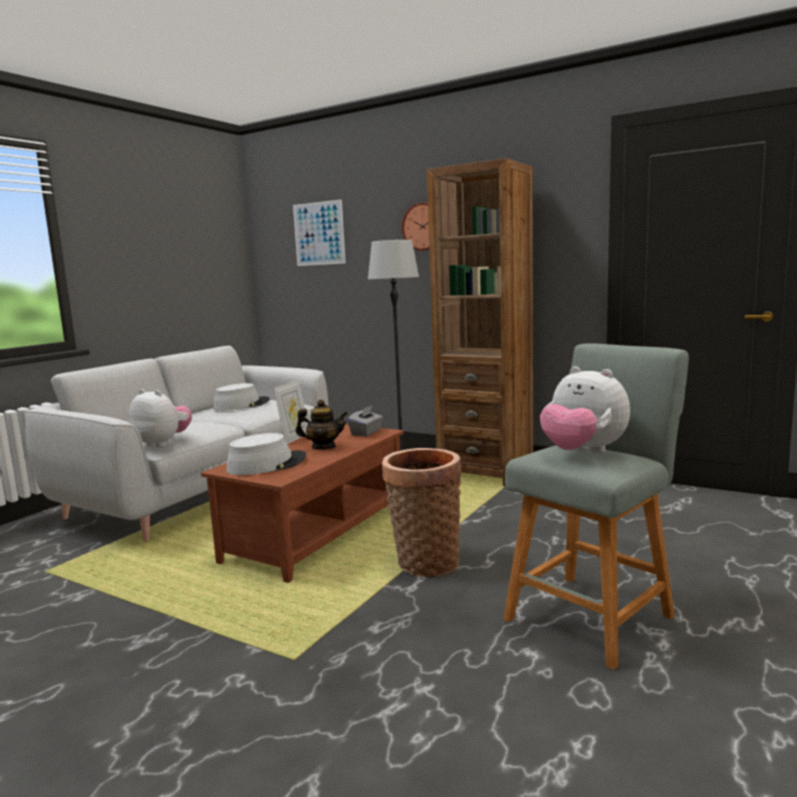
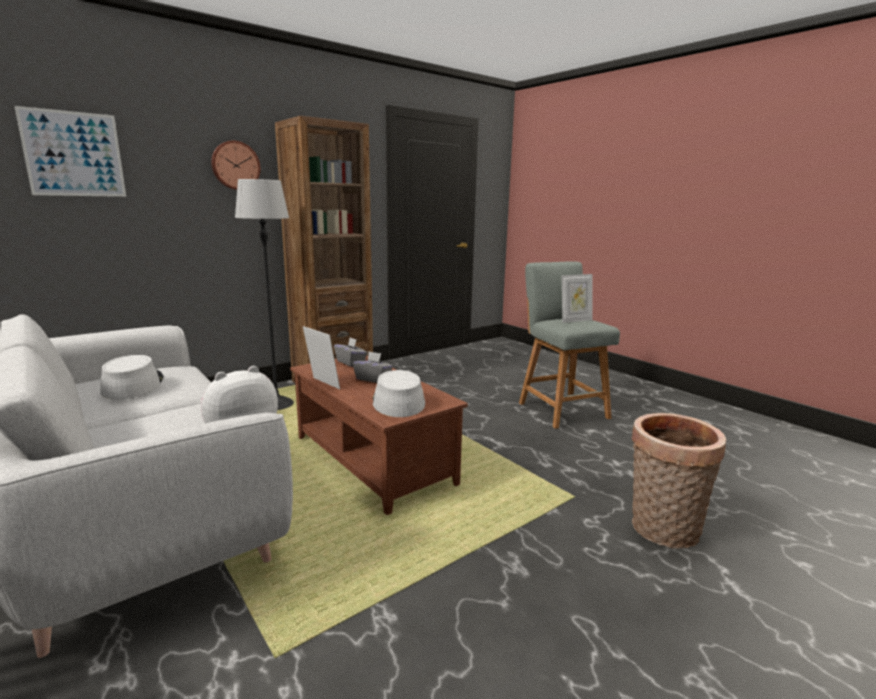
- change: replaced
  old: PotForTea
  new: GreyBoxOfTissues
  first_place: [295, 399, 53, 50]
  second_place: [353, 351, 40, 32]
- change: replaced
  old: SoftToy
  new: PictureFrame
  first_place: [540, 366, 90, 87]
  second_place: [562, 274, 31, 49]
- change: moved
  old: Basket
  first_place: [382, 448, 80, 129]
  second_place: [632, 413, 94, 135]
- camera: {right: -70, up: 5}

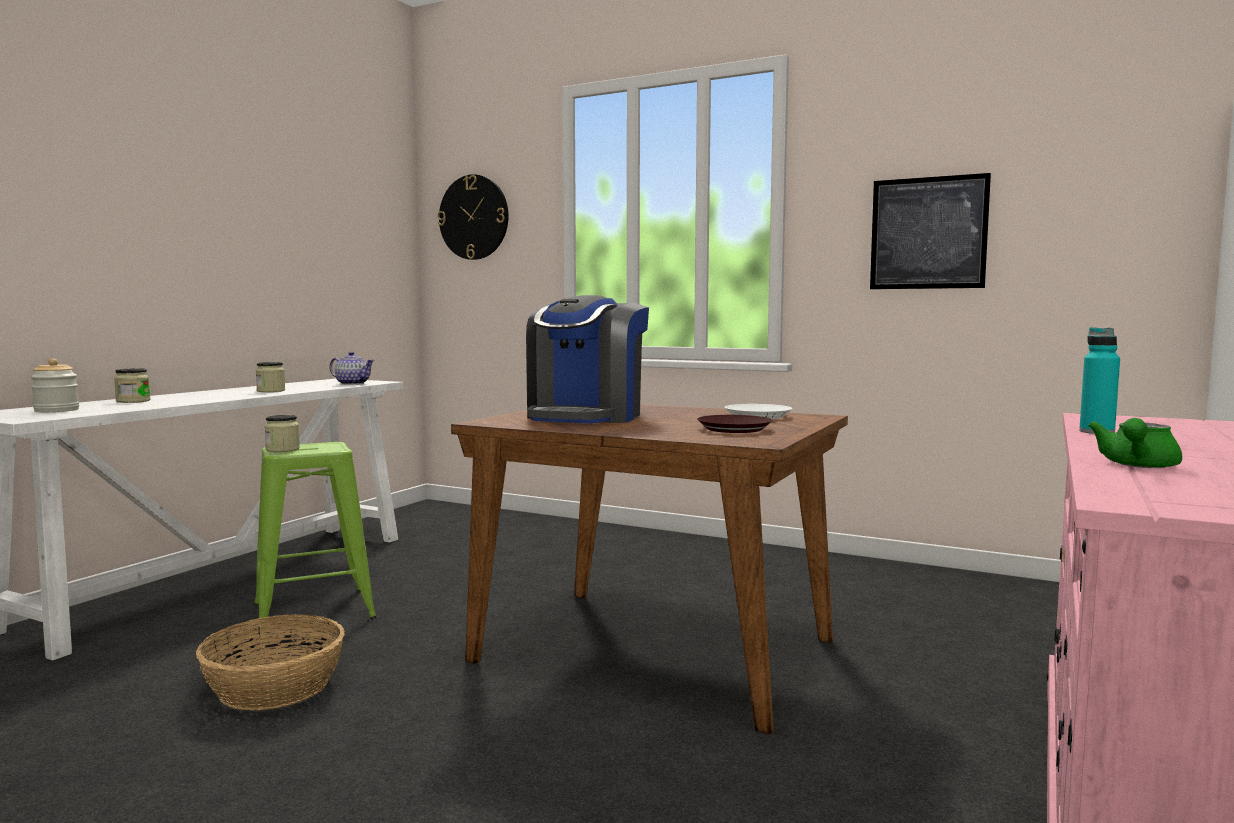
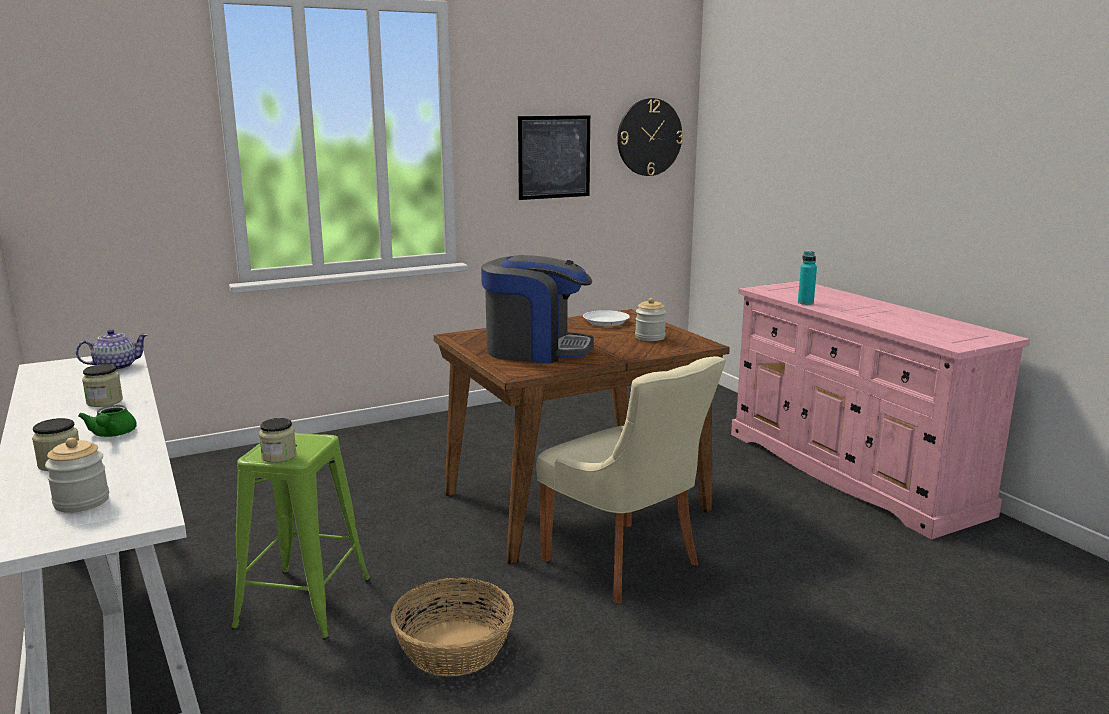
- change: moved
  old: GreenPotForTea
  first_place: [1088, 418, 94, 50]
  second_place: [78, 405, 59, 32]
- change: turned
  old: CoffeeMachine
  first_place: [526, 295, 123, 128]
  second_place: [481, 255, 113, 108]
  degrees: -45
- change: added
  new: SandColouredChair
  second_place: [536, 356, 190, 248]
- change: moved
  old: WallClock
  first_place: [437, 174, 71, 86]
  second_place: [617, 98, 66, 78]
- change: replaced
  old: BrownColouredDinnerPlate
  new: PreserveJar
  first_place: [697, 415, 76, 18]
  second_place: [635, 298, 31, 43]
- camera: {right: -55, up: 10}

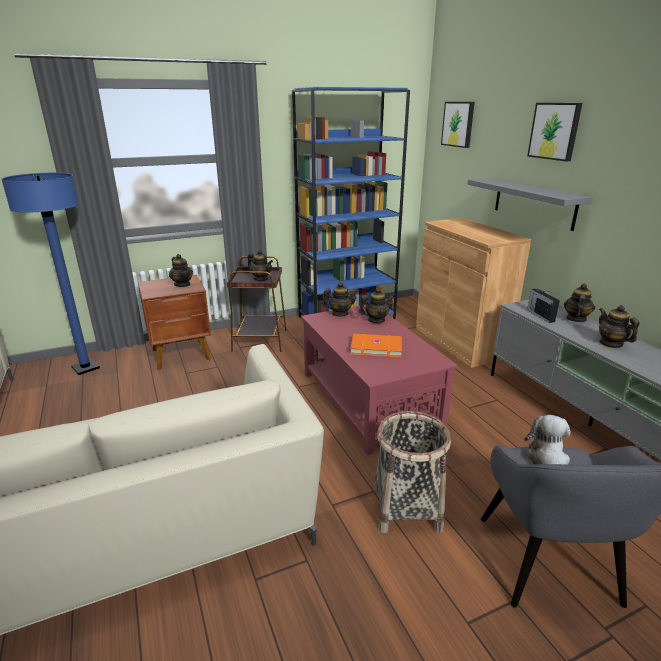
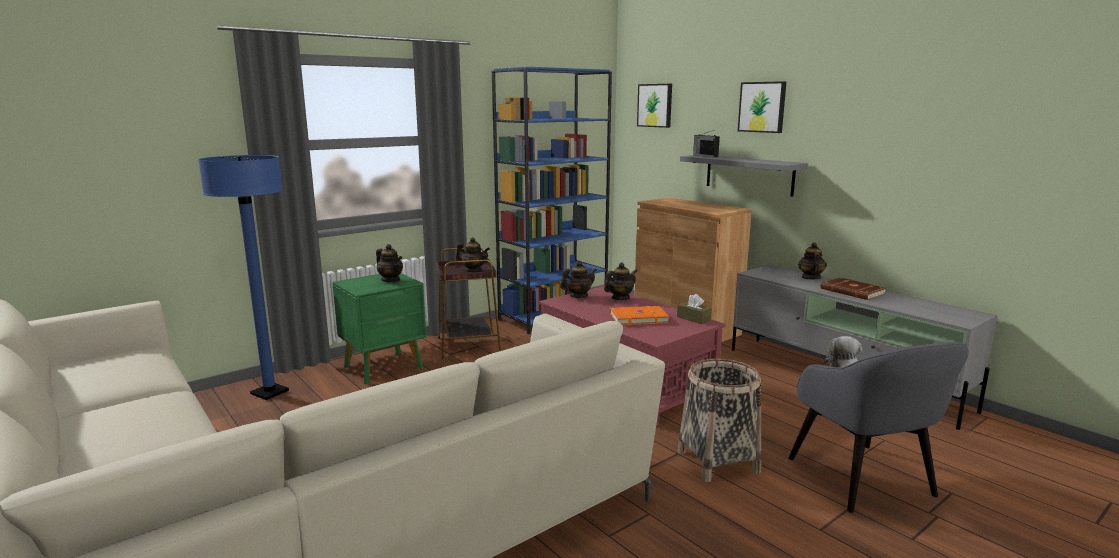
- change: recoloured
  old: BrownColouredNightstand
  new: GreenNightstand
  first_place: [138, 275, 73, 95]
  second_place: [333, 273, 93, 111]
- change: added
  new: BrownColouredBoxOfTissues
  second_place: [677, 294, 35, 30]
- change: moved
  old: RadioSet
  first_place: [527, 289, 33, 34]
  second_place: [693, 130, 27, 27]
- change: replaced
  old: PotForTea
  new: BrownColouredVolume
  first_place: [599, 305, 41, 43]
  second_place: [821, 278, 65, 22]
- camera: {right: -15, up: -10}

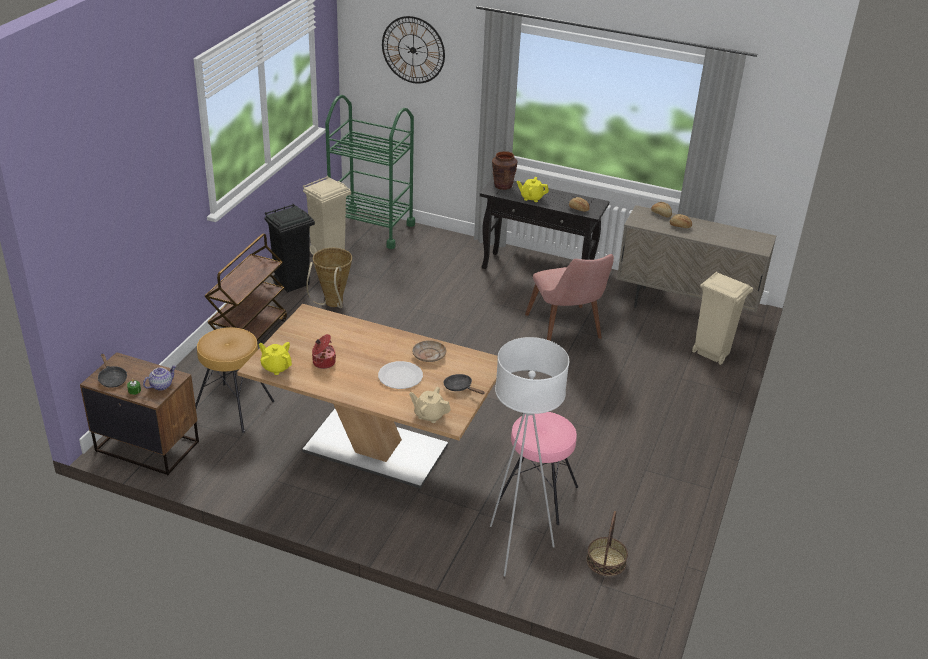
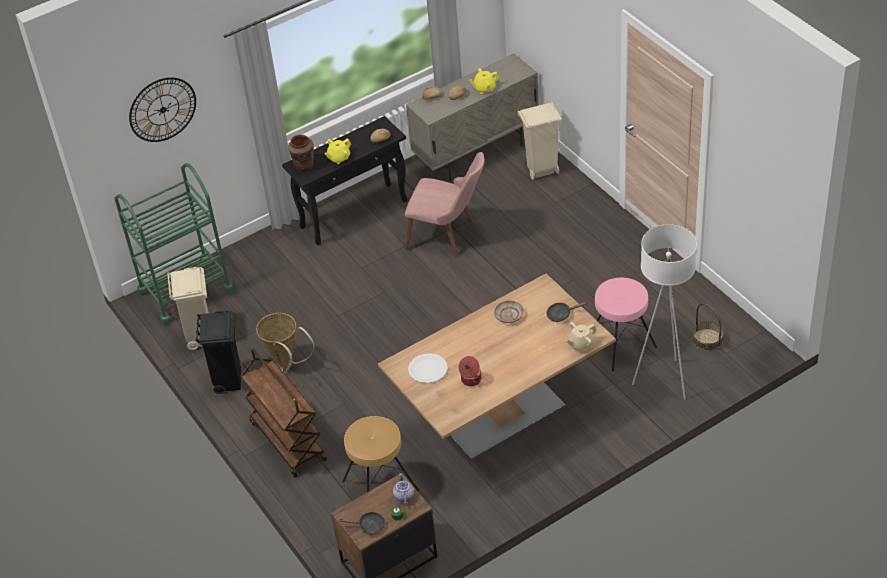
- change: moved
  old: WhiteDinnerPlate
  first_place: [378, 361, 45, 28]
  second_place: [408, 353, 39, 30]
- change: moved
  old: YellowPotForTea
  first_place: [259, 342, 33, 33]
  second_place: [469, 68, 30, 26]
- camera: {right: -50, up: 10}

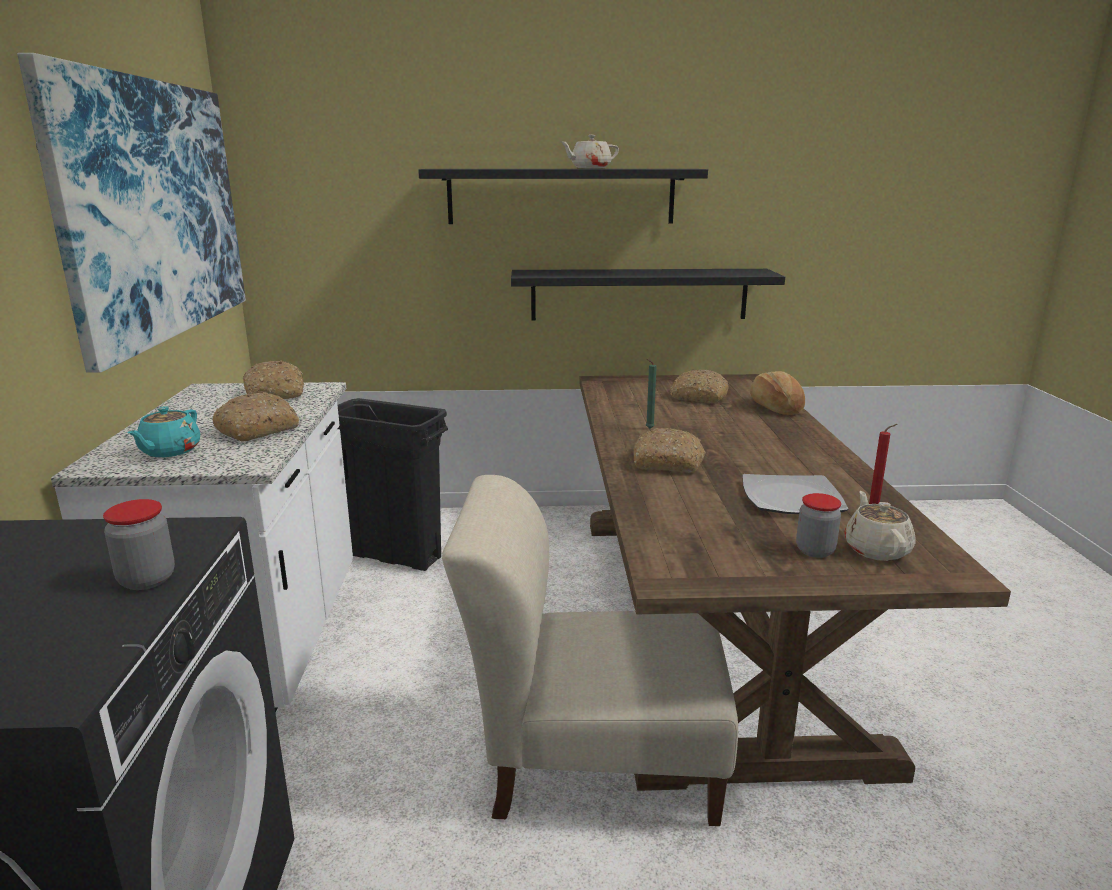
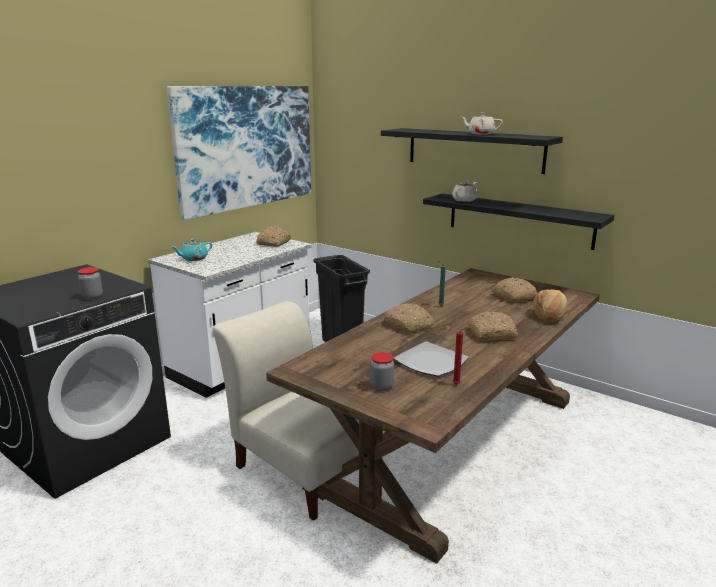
- change: moved
  old: SandColouredPotForTea
  first_place: [844, 491, 72, 70]
  second_place: [452, 181, 26, 21]
- change: moved
  old: BakedBread
  first_place: [213, 392, 86, 49]
  second_place: [469, 312, 49, 29]
- camera: {right: 40, up: 0}

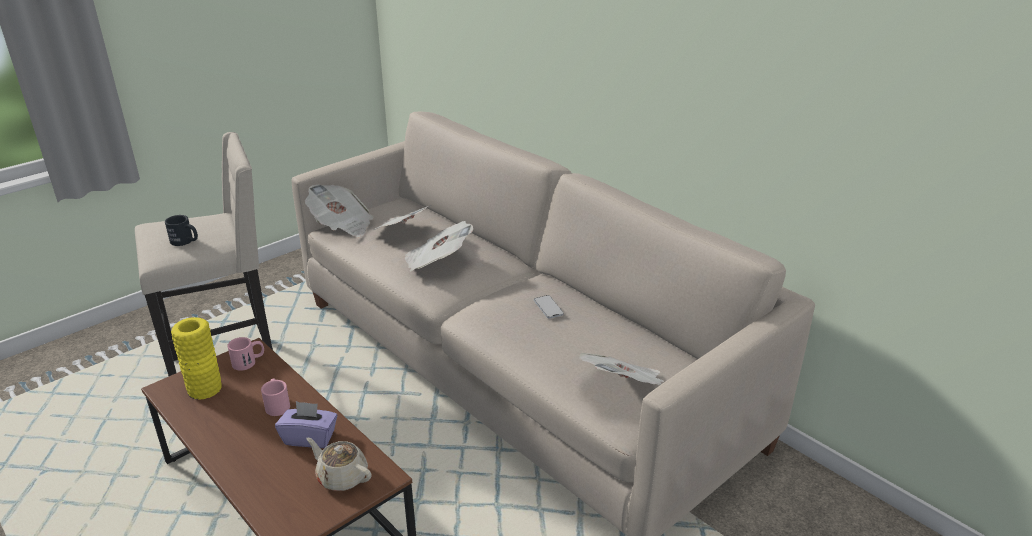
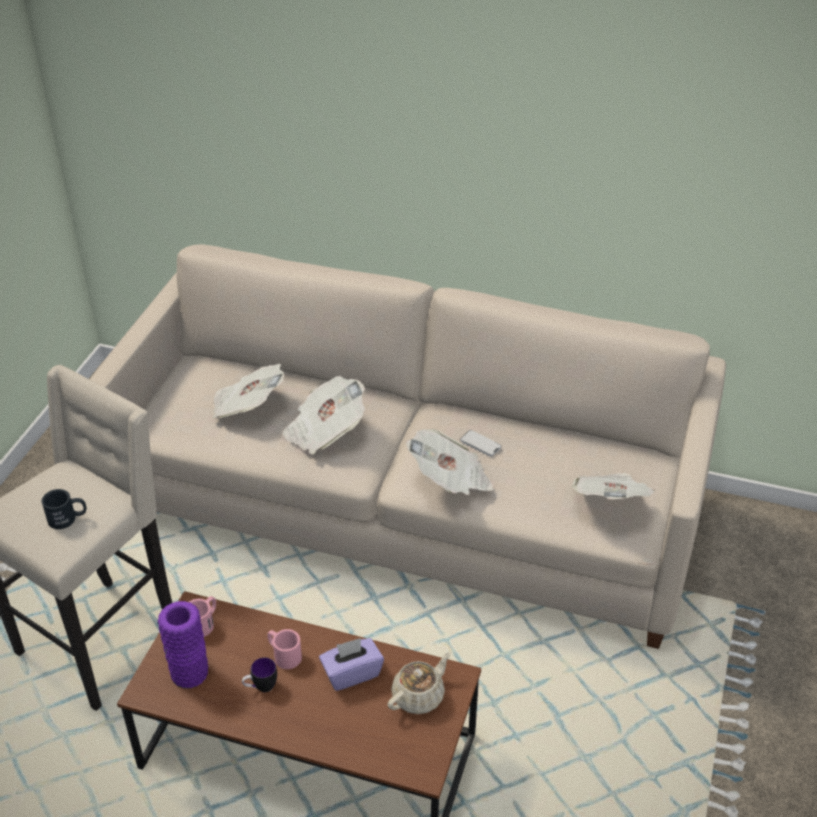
- change: recoloured
  old: YellowFlowerVase
  new: PurpleColouredFlowerVase
  first_place: [171, 317, 51, 83]
  second_place: [158, 601, 50, 88]
- change: added
  new: TeaMug
  second_place: [242, 658, 35, 34]
- change: turned
  old: SandColouredPotForTea
  first_place: [306, 437, 66, 54]
  second_place: [387, 651, 64, 63]
  degrees: 135
- change: moved
  old: Newspaper
  first_place: [305, 184, 68, 53]
  second_place: [406, 429, 88, 66]
- camera: {right: -30, up: 10}

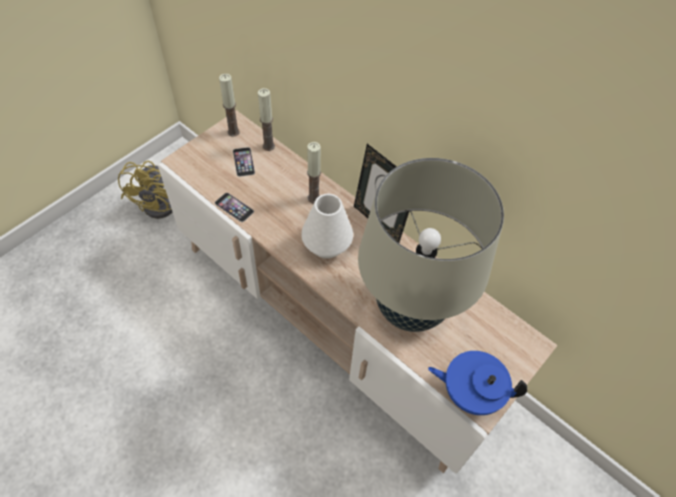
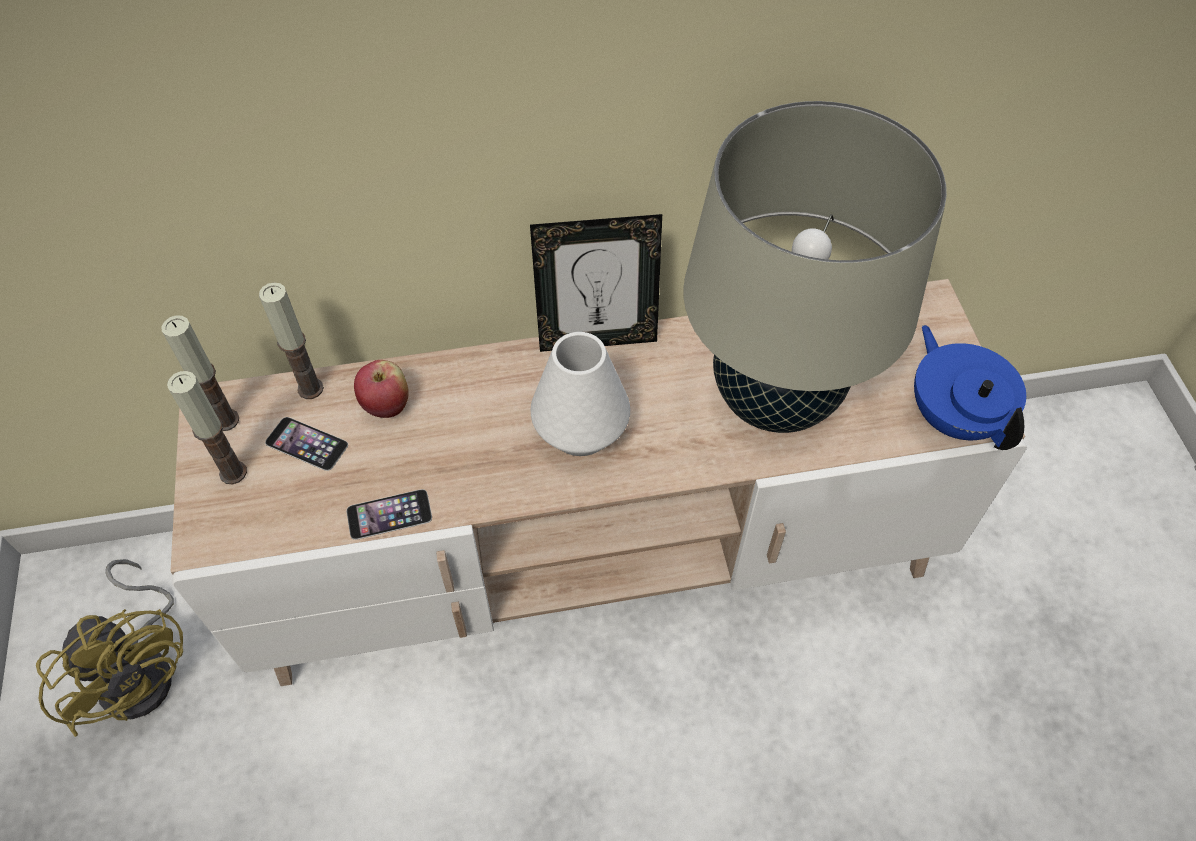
- change: moved
  old: WaxLight
  first_place: [307, 142, 14, 61]
  second_place: [167, 371, 80, 113]
- change: added
  new: AppleFruit
  second_place: [354, 360, 55, 58]
- change: turned
  old: BluePotForTea
  first_place: [428, 351, 99, 64]
  second_place: [914, 325, 112, 125]
  degrees: 105
- camera: {right: -50, up: 0}

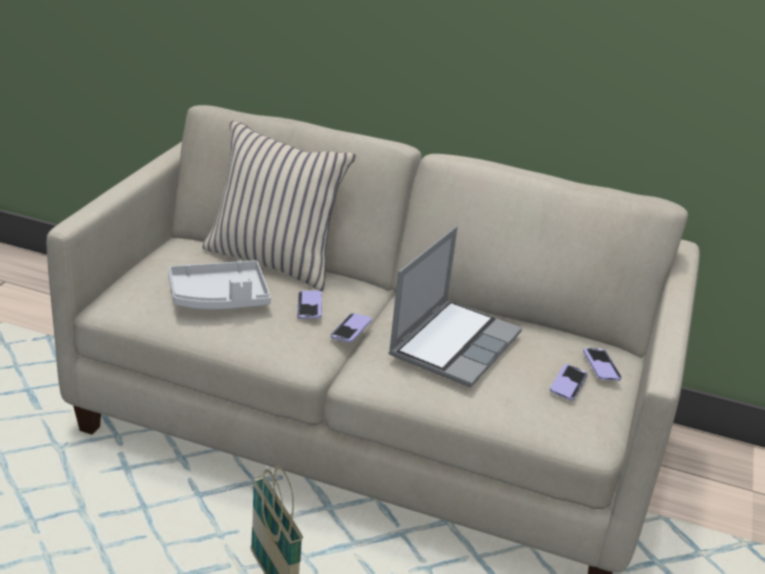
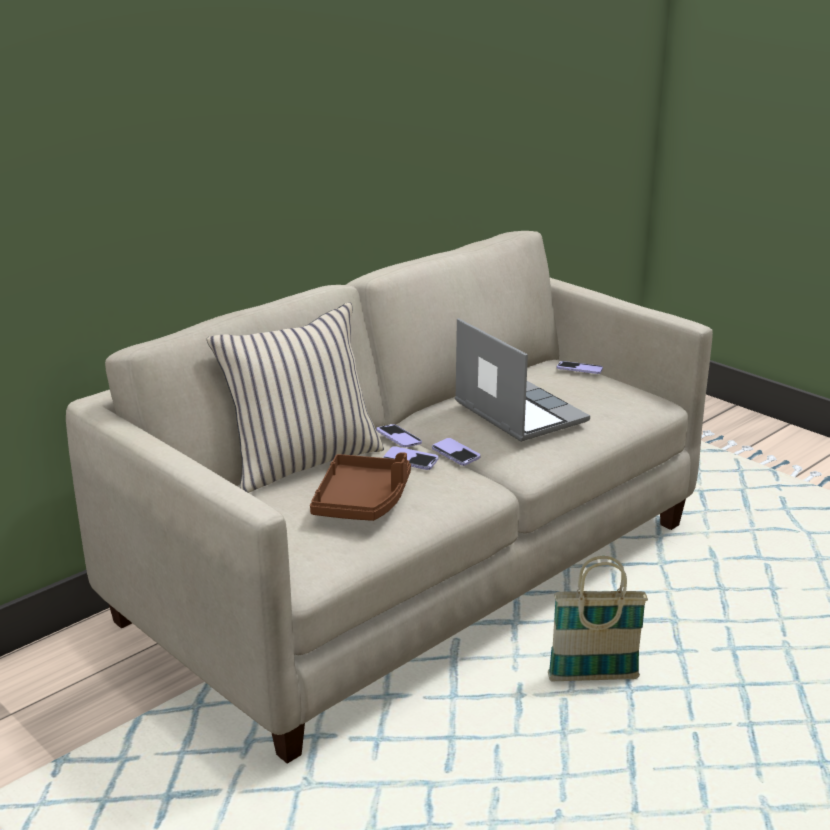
- change: recoloured
  old: GreyServingTray
  new: BrownColouredServingTray
  first_place: [168, 260, 103, 50]
  second_place: [310, 452, 101, 69]
- change: moved
  old: Phone
  first_place: [550, 364, 38, 37]
  second_place: [376, 424, 46, 23]
- camera: {right: -60, up: -5}

